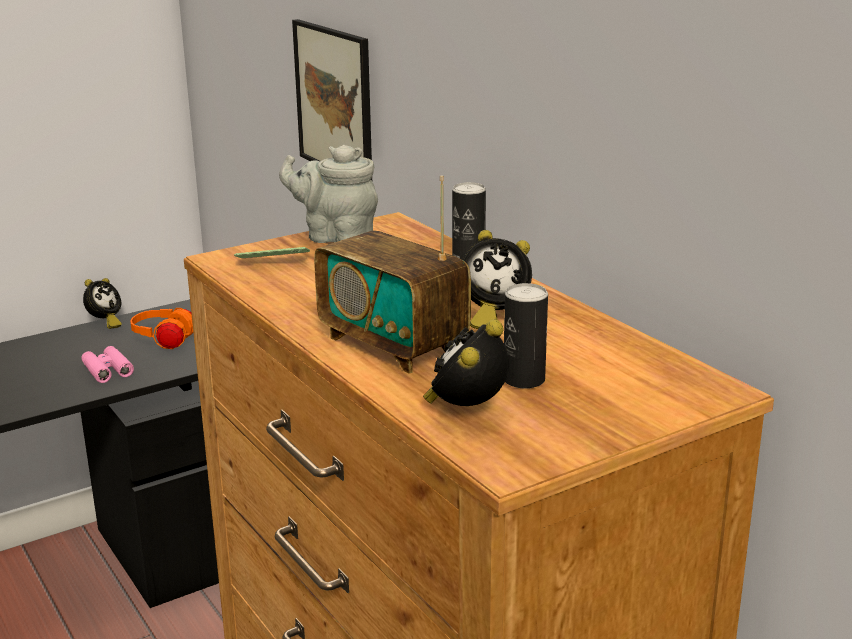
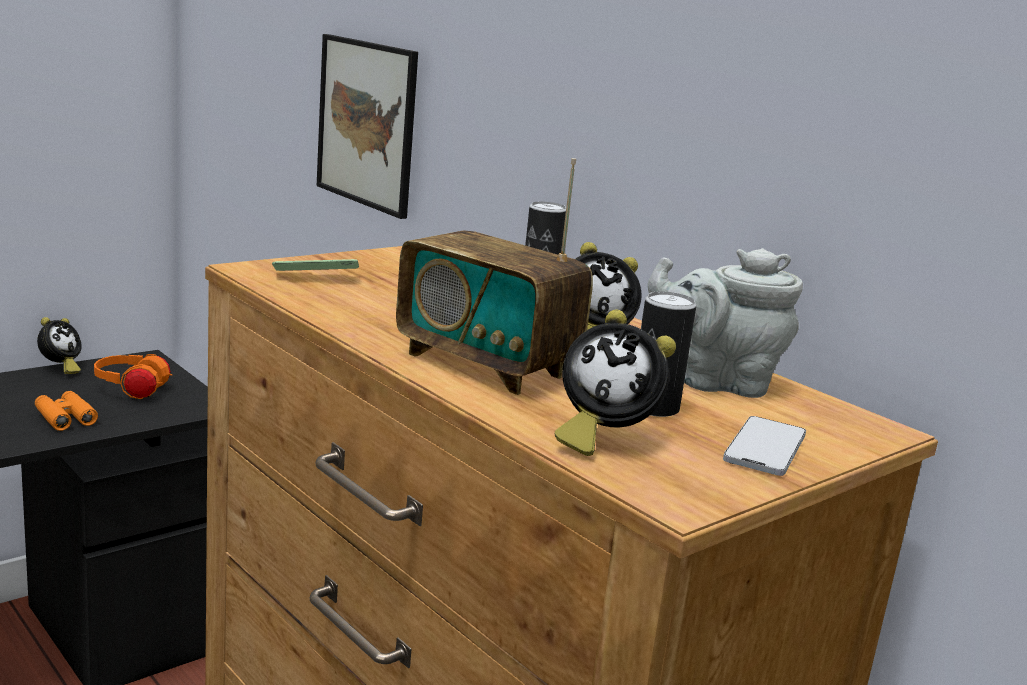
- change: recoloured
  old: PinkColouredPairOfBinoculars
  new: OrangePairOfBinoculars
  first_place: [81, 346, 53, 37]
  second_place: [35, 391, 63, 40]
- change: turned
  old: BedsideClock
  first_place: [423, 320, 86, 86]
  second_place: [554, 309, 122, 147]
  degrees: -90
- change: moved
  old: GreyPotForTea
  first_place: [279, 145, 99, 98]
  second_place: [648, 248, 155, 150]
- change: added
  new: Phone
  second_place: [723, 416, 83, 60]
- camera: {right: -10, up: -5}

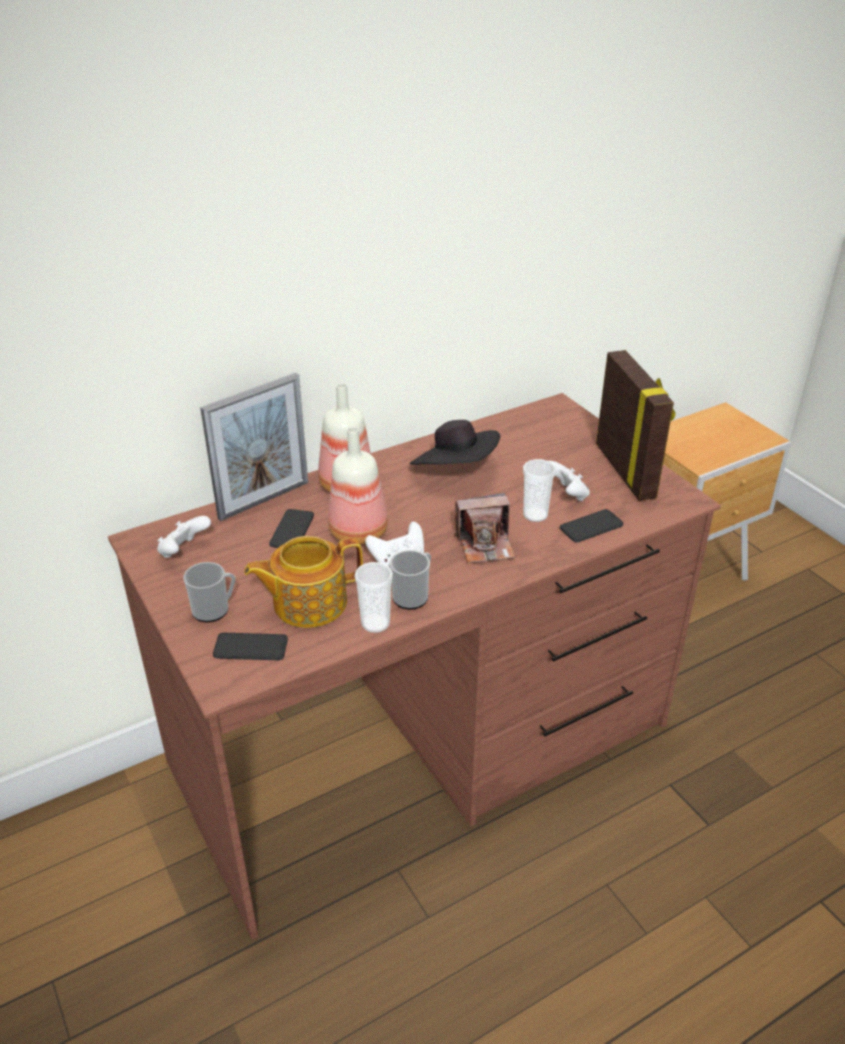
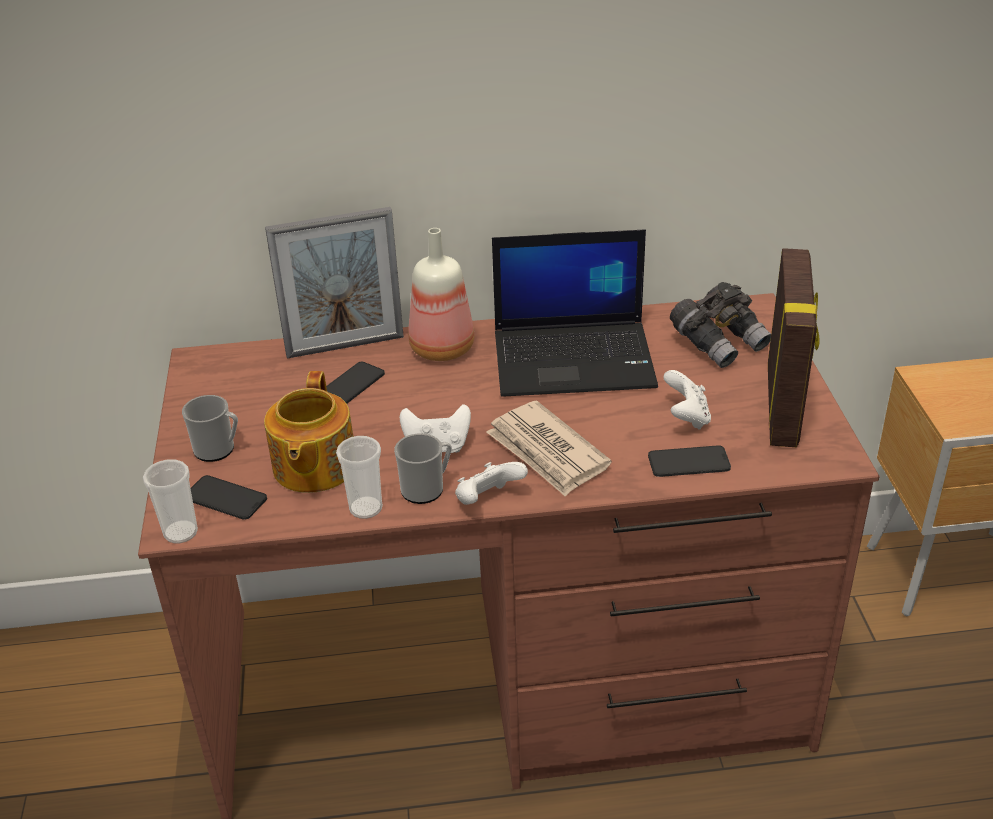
- change: moved
  old: Cup
  first_place: [523, 459, 33, 63]
  second_place: [143, 459, 55, 84]
- change: turned
  old: PotForTea
  first_place: [244, 536, 119, 92]
  second_place: [264, 371, 89, 122]
  degrees: -90
- change: moved
  old: WhiteJoypad
  first_place: [157, 516, 54, 42]
  second_place: [455, 462, 73, 43]
- change: replaced
  old: StillCamera
  new: Newspaper
  first_place: [454, 493, 61, 70]
  second_place: [486, 401, 126, 96]
- change: replaced
  old: BlackishWearableHat
  new: Laptop
  first_place: [410, 420, 91, 45]
  second_place: [492, 229, 166, 168]
- change: added
  new: GreyPairOfBinoculars
  second_place: [670, 282, 101, 86]
- change: removed
  old: Bottle
  first_place: [328, 427, 60, 118]
- camera: {right: 25, up: 0}

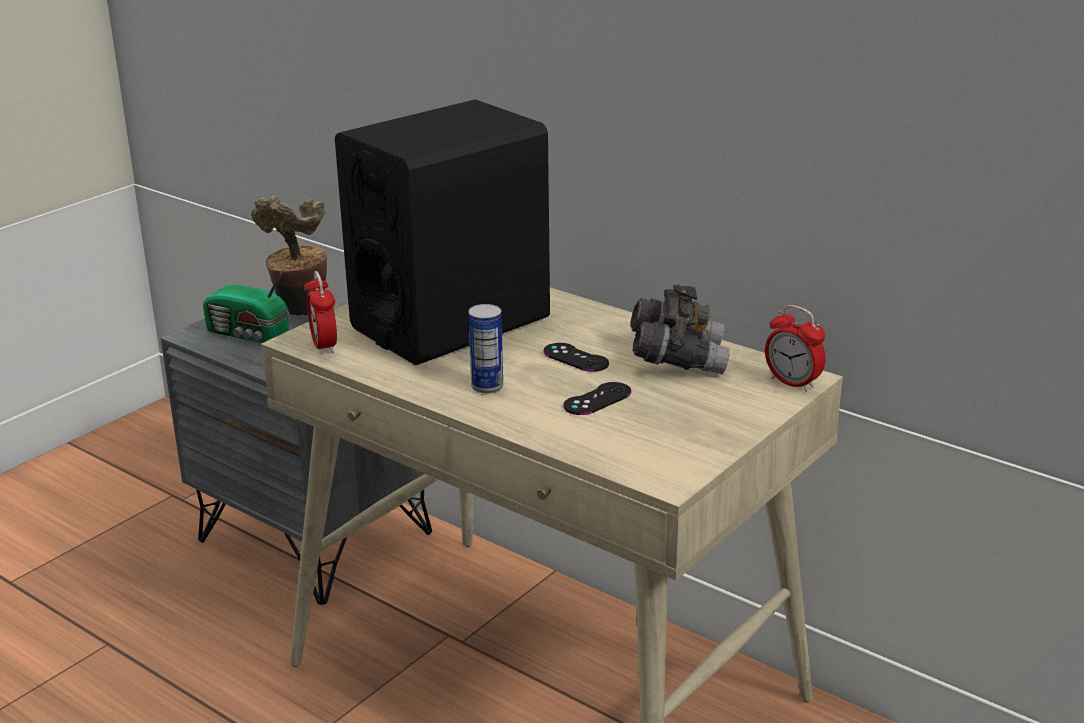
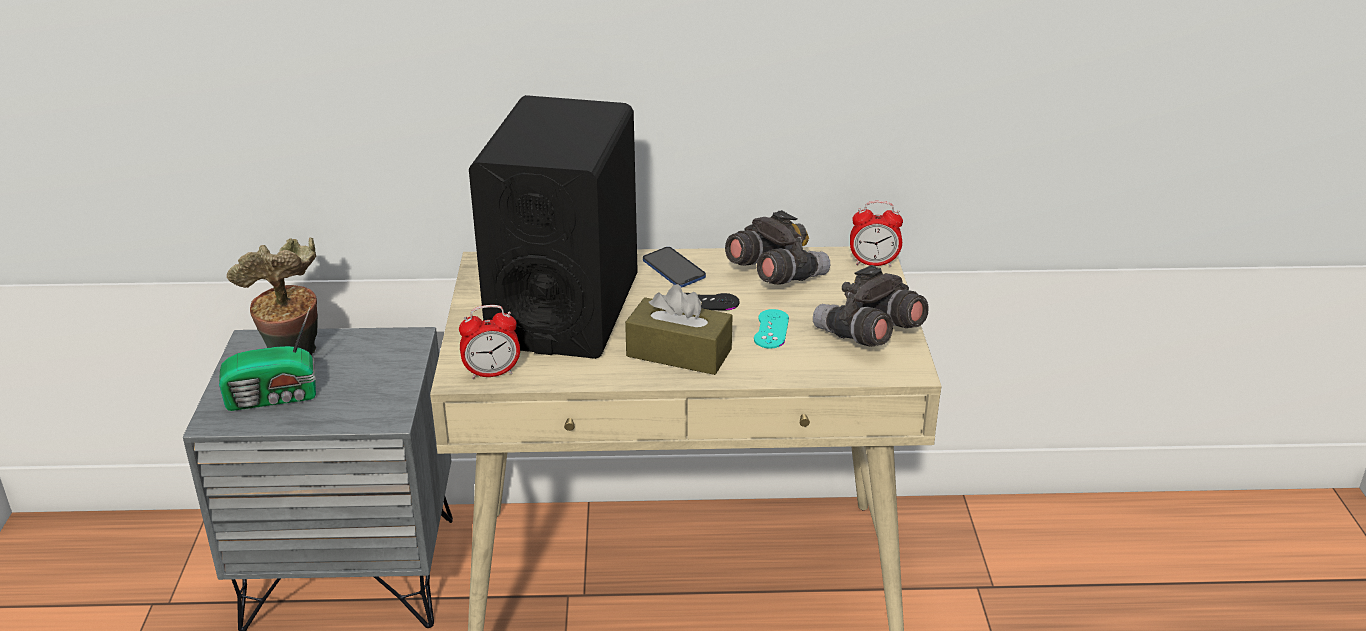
- change: turned
  old: BedsideClock
  first_place: [304, 271, 33, 84]
  second_place: [459, 305, 61, 74]
  degrees: -45
- change: replaced
  old: MetalCan
  new: BrownColouredBoxOfTissues
  first_place: [468, 304, 35, 89]
  second_place: [625, 284, 108, 91]
- change: added
  new: Phone
  second_place: [643, 247, 63, 41]
- change: recoloured
  old: BlackishJoypad
  new: TurquoiseColouredJoypad
  first_place: [563, 382, 69, 33]
  second_place: [754, 309, 35, 39]
- change: added
  new: GreyPairOfBinoculars
  second_place: [813, 265, 116, 82]
- camera: {right: -40, up: 5}

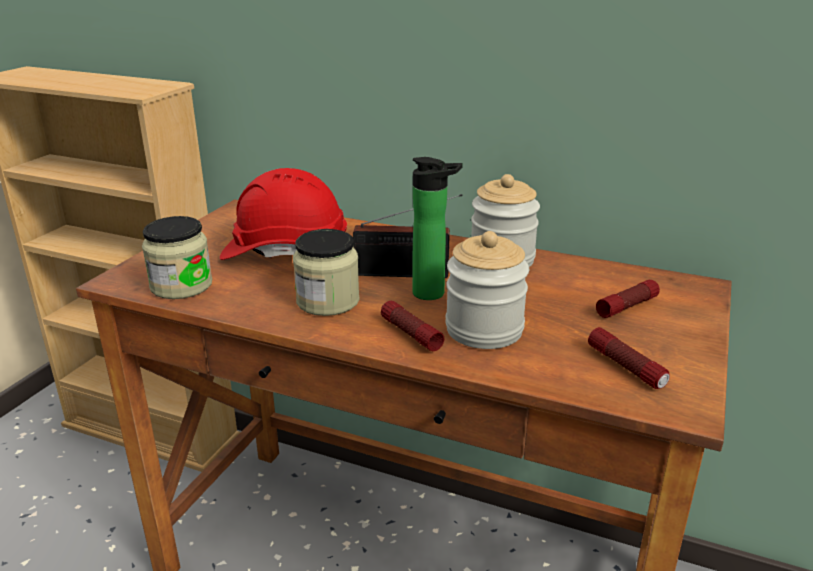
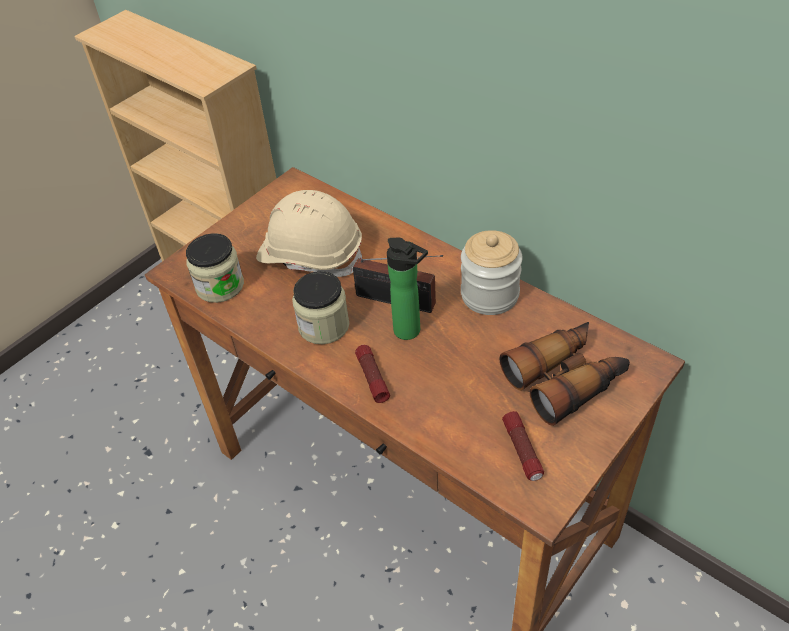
- change: recoloured
  old: RedSafetyHelmet
  new: SandColouredSafetyHelmet
  first_place: [220, 168, 127, 92]
  second_place: [256, 190, 106, 87]
- change: replaced
  old: HandTorch
  new: PairOfBinoculars
  first_place: [596, 280, 64, 38]
  second_place: [499, 322, 131, 104]
- change: removed
  old: PreserveJar
  first_place: [445, 231, 84, 118]
- camera: {right: 20, up: 20}

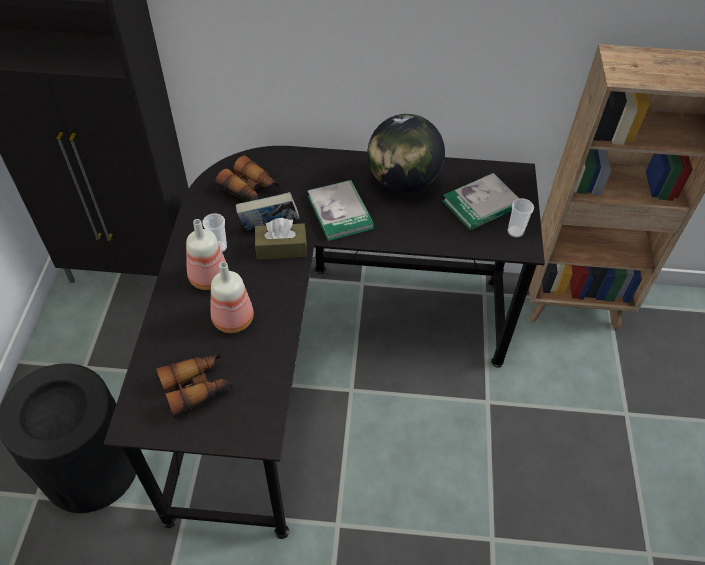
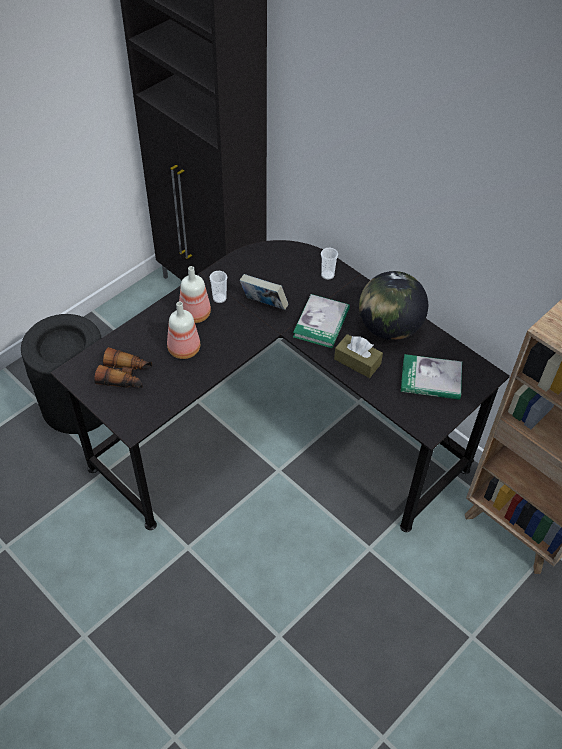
- change: moved
  old: Cup
  first_place: [508, 198, 26, 40]
  second_place: [321, 248, 17, 32]
- change: moved
  old: BrownColouredBoxOfTissues
  first_place: [255, 218, 52, 42]
  second_place: [334, 334, 49, 44]
- change: removed
  old: PairOfBinoculars
  first_place: [215, 155, 65, 46]
- camera: {right: 40, up: 0}

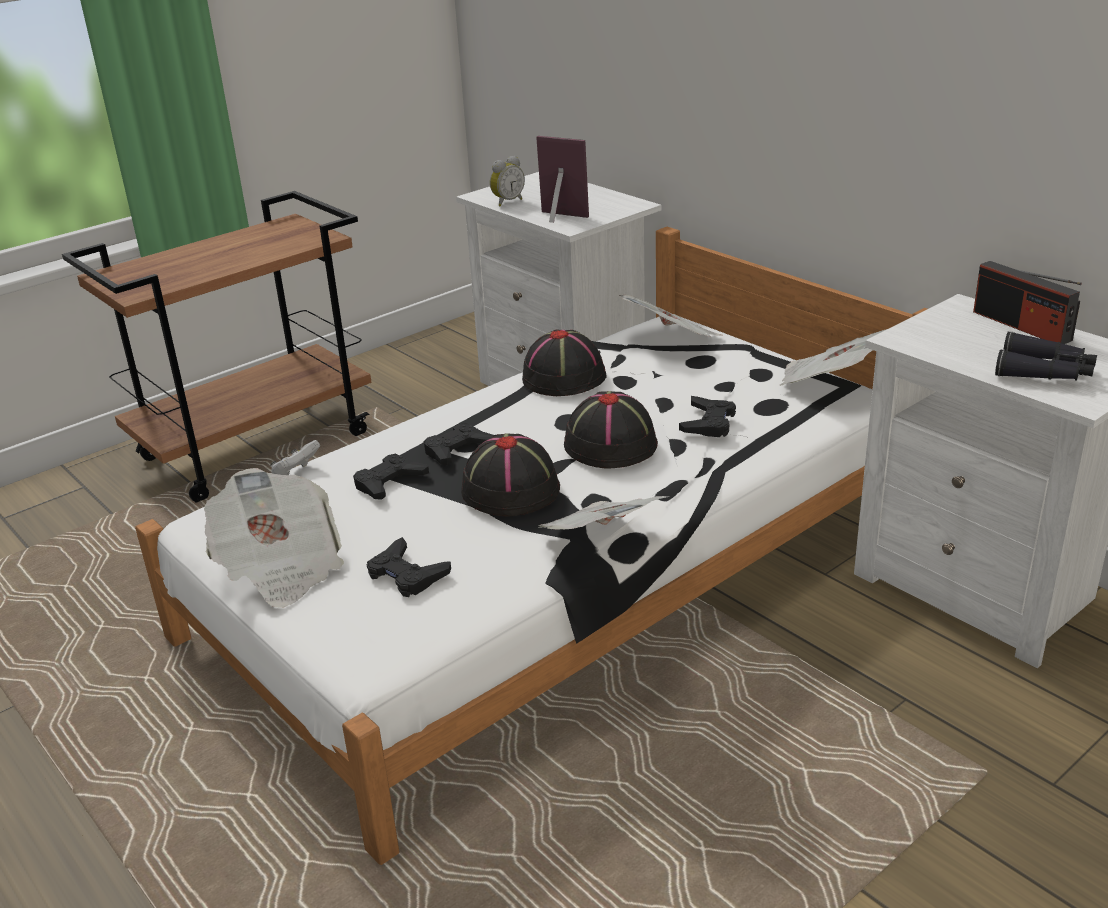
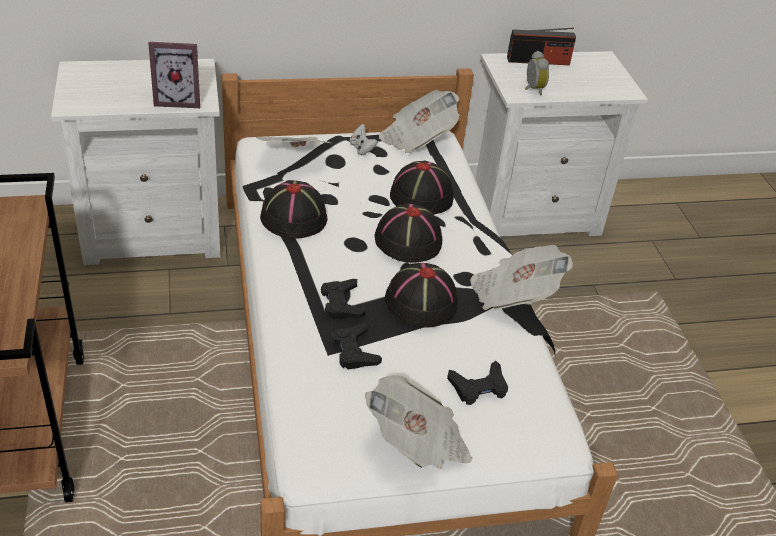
- change: turned
  old: PictureFrame
  first_place: [536, 136, 53, 87]
  second_place: [148, 42, 52, 66]
  degrees: -150
- change: moved
  old: WhiteJoypad
  first_place: [270, 440, 50, 35]
  second_place: [349, 124, 29, 31]
- change: replaced
  old: BlackishJoypad
  new: BlackishWearableHat
  first_place: [679, 396, 57, 41]
  second_place: [390, 161, 64, 54]
- change: moved
  old: BedsideClock
  first_place: [490, 156, 35, 50]
  second_place: [525, 51, 24, 44]
- change: removed
  old: BlackishPairOfBinoculars
  first_place: [995, 331, 102, 50]
- camera: {right: -65, up: 10}

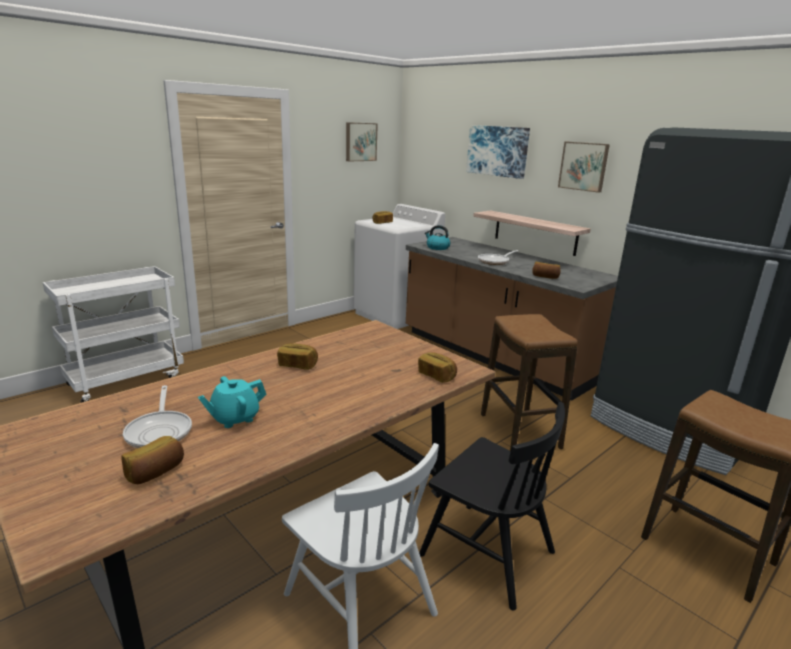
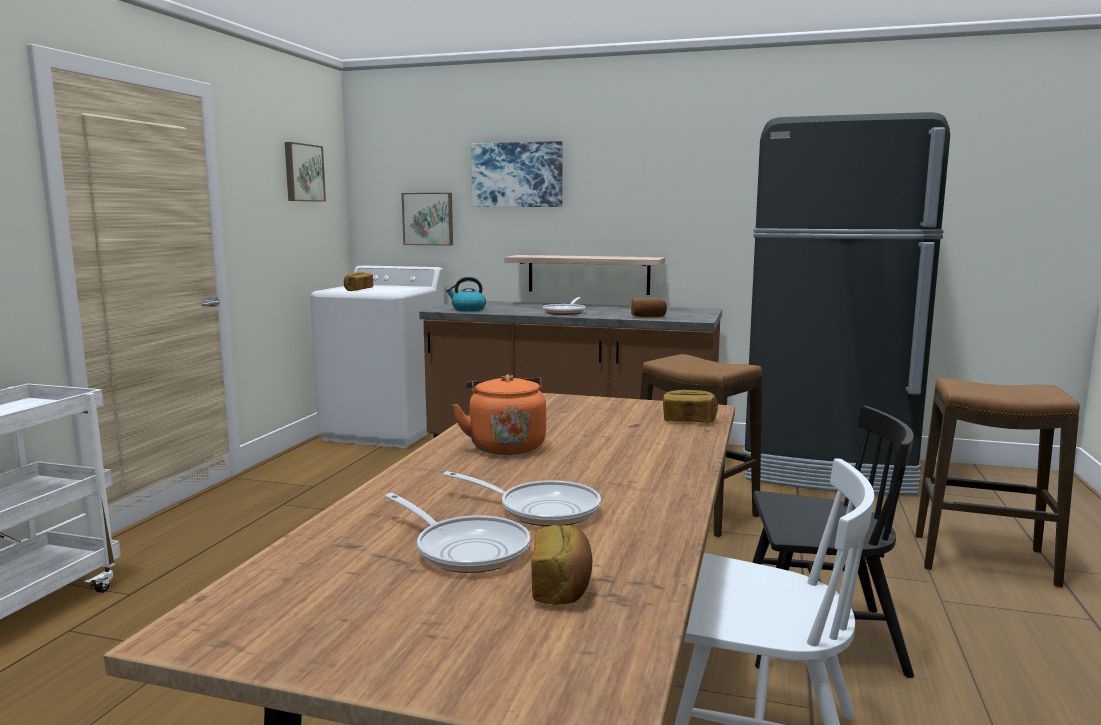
- change: moved
  old: Picture
  first_place: [558, 142, 52, 51]
  second_place: [402, 193, 51, 53]
- change: replaced
  old: TurquoiseColouredPotForTea
  new: Skillet
  first_place: [198, 376, 68, 52]
  second_place: [443, 471, 158, 55]
- change: replaced
  old: BakedBread
  new: OrangeTeaKettle
  first_place: [277, 343, 41, 27]
  second_place: [452, 374, 94, 81]
- camera: {right: -30, up: -10}

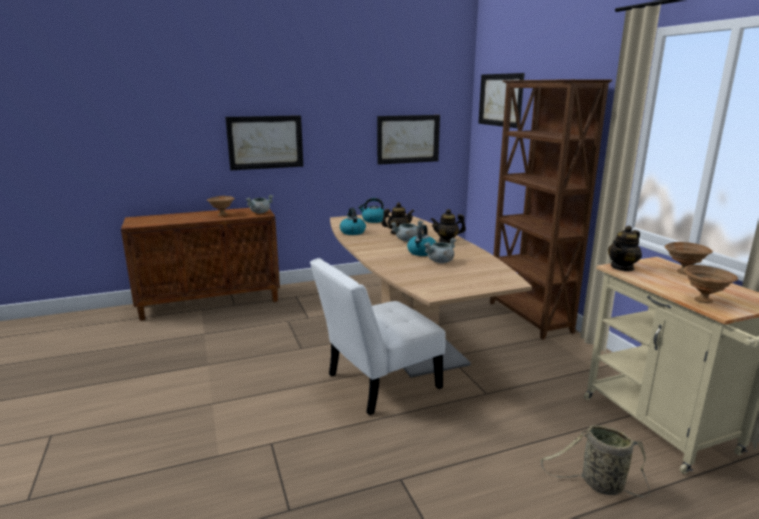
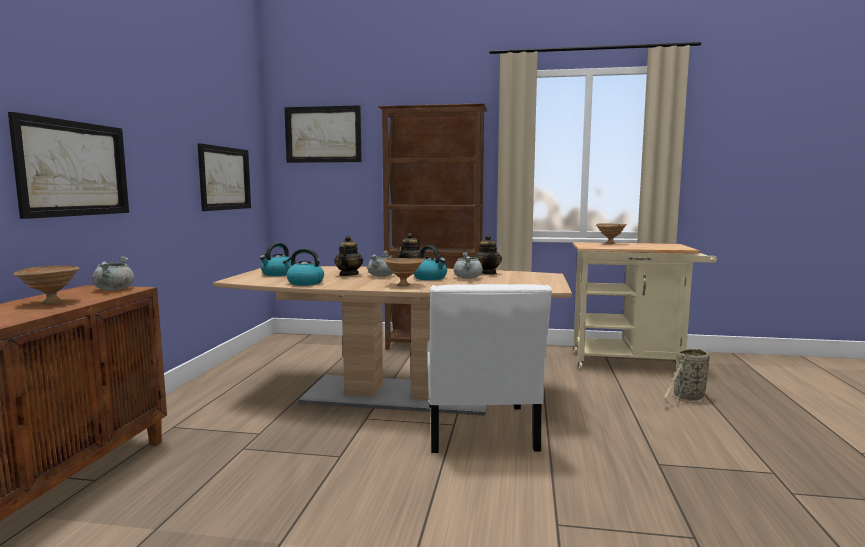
- change: moved
  old: BrownColouredDeepDish
  first_place: [683, 265, 55, 38]
  second_place: [383, 258, 41, 28]
- change: moved
  old: PotForTea
  first_place: [608, 225, 34, 47]
  second_place: [474, 234, 28, 40]
- camera: {right: -60, up: -10}

